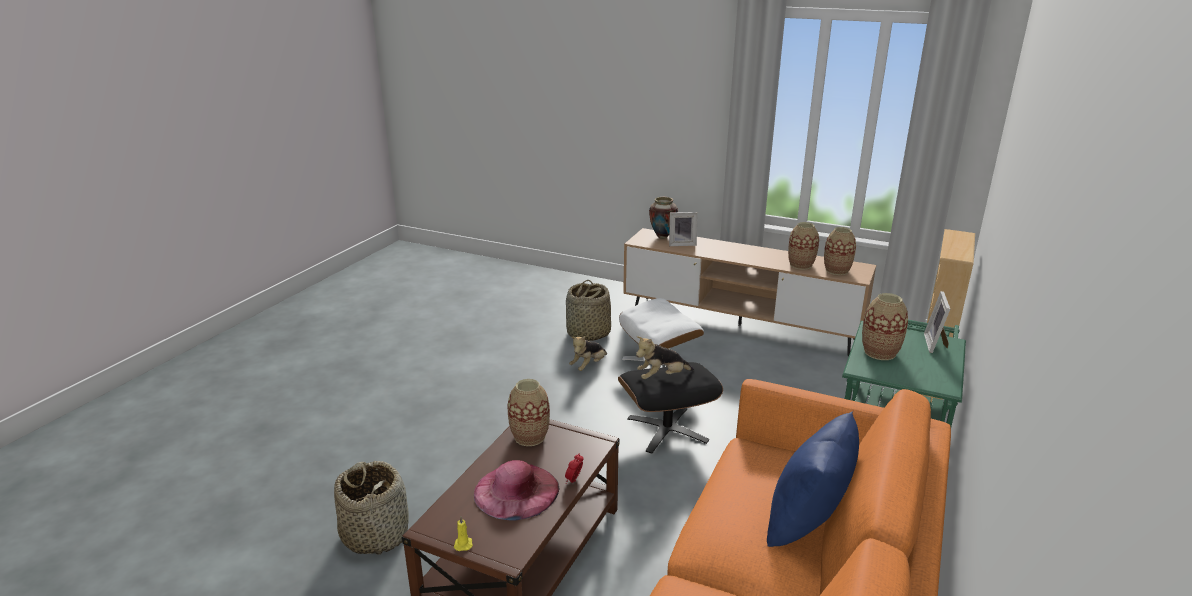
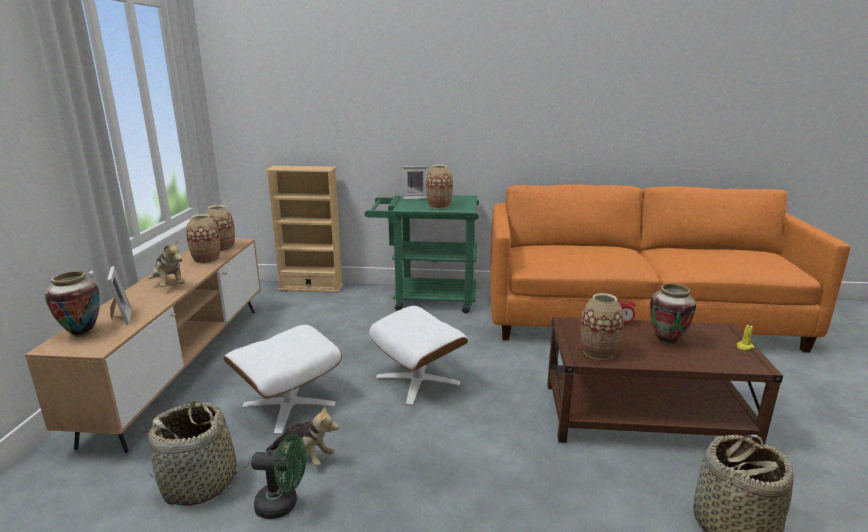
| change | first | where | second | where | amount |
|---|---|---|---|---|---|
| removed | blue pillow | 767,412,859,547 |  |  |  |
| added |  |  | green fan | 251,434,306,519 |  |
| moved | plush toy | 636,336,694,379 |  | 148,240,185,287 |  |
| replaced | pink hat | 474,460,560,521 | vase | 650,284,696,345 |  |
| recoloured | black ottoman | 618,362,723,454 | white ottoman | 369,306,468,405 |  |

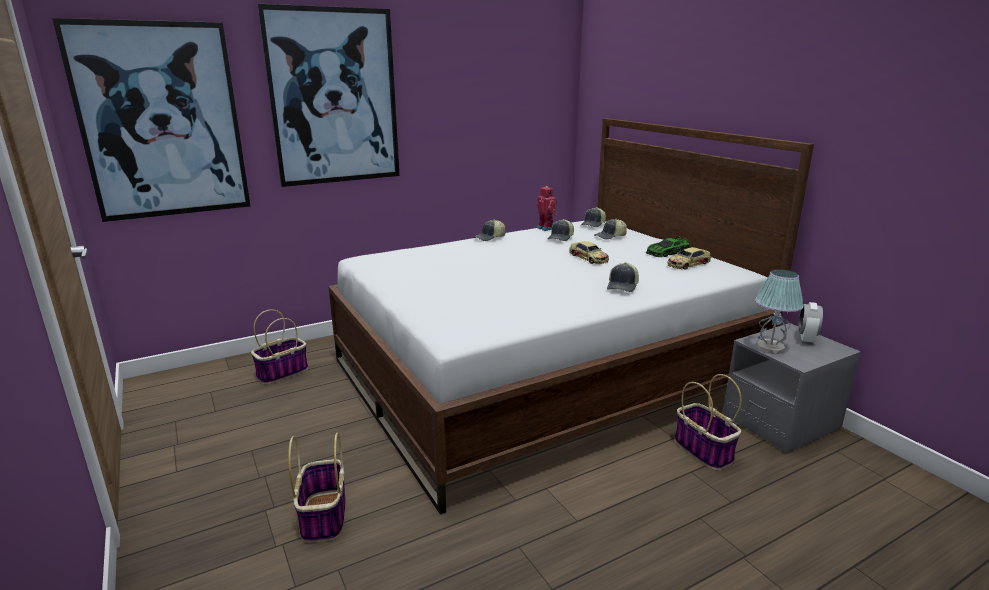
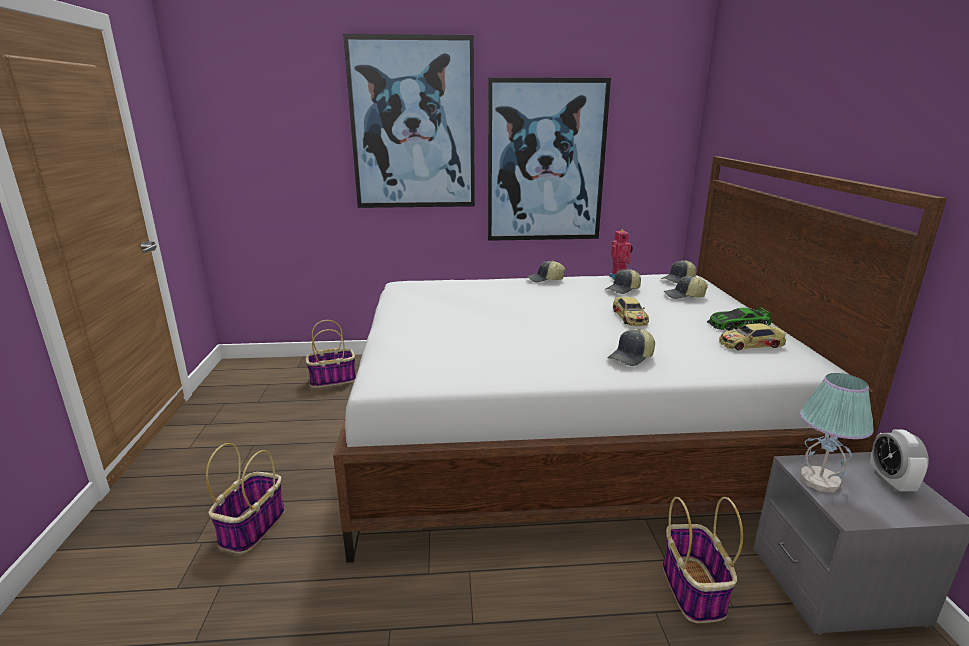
| change | first | where | second | where | amount |
|---|---|---|---|---|---|
| moved | picture | 52,18,250,222 |  | 488,77,611,241 |  |
| turned | alarm clock | 798,302,823,345 |  | 870,429,929,492 | 45 degrees counterclockwise |

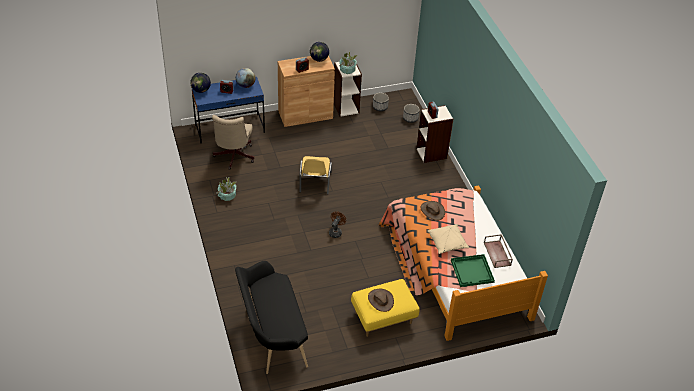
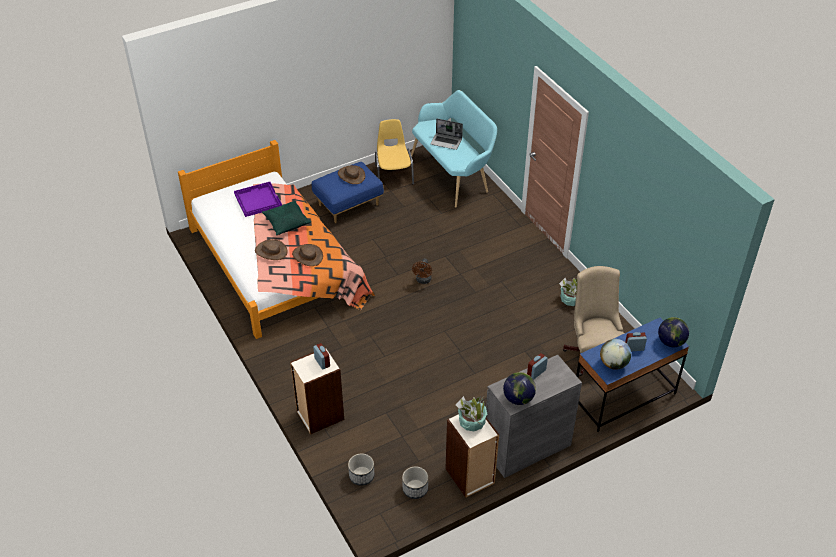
| change | first | where | second | where | amount |
|---|---|---|---|---|---|
| removed | brown tray | 484,234,513,268 |  |  |  |
| added |  |  | brown hat | 255,239,287,260 |  |
| added |  |  | laptop | 430,119,463,150 |  |
| moved | yellow chair | 299,156,332,194 |  | 375,119,414,184 |  |
| recoloured | black bench | 235,261,308,374 | turquoise bench | 411,90,497,207 |  |
| recoloured | brown cabinet | 278,56,335,127 | grey cabinet | 486,355,582,478 |  |
| recoloured | yellow ottoman | 351,279,420,337 | blue ottoman | 312,162,384,223 |  |
| recoloured | beige pillow | 427,224,469,254 | green pillow | 262,200,311,235 |  |
| recoloured | green tray | 451,254,495,287 | purple tray | 234,182,282,217 |  |

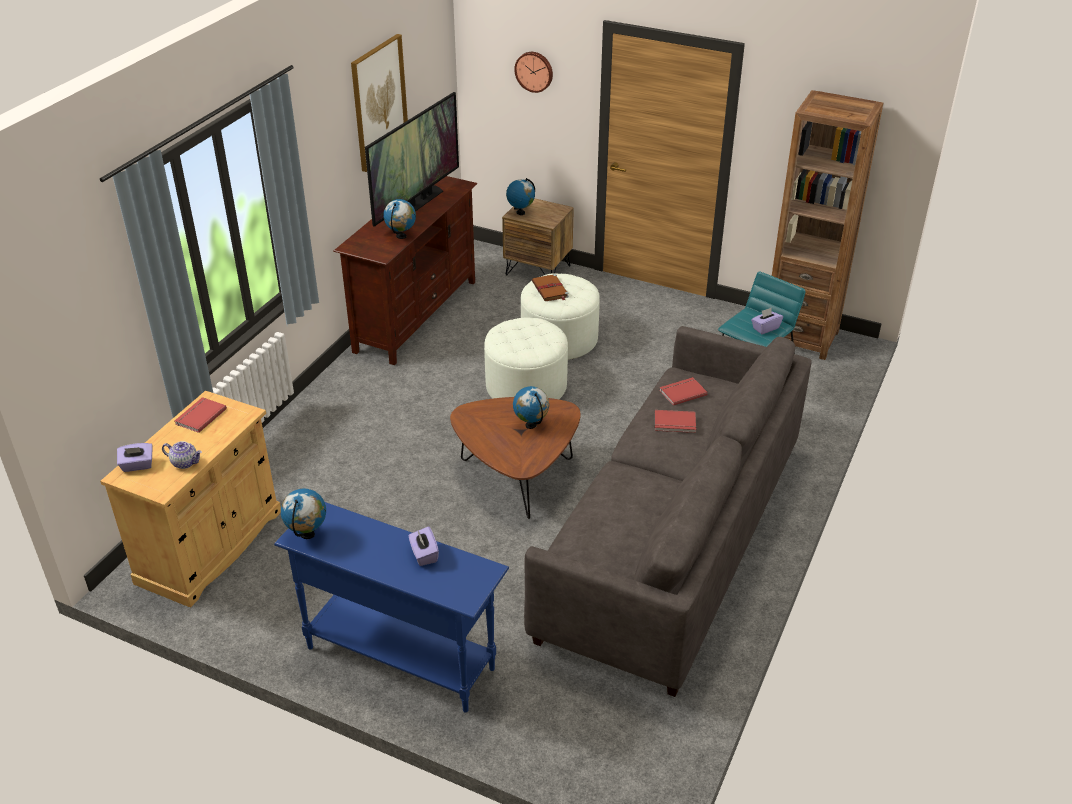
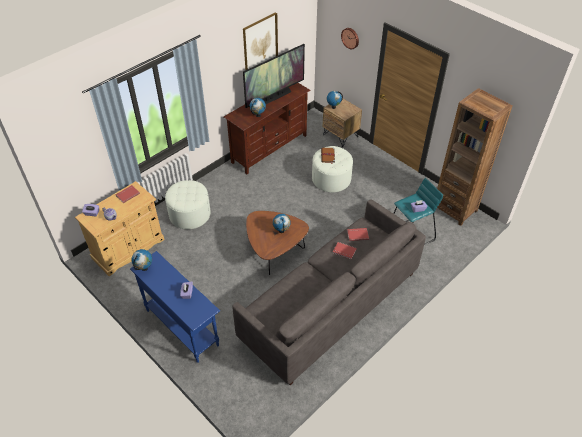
| change | first | where | second | where | amount |
|---|---|---|---|---|---|
| moved | white ottoman | 484,318,568,399 |  | 165,180,211,229 |  |

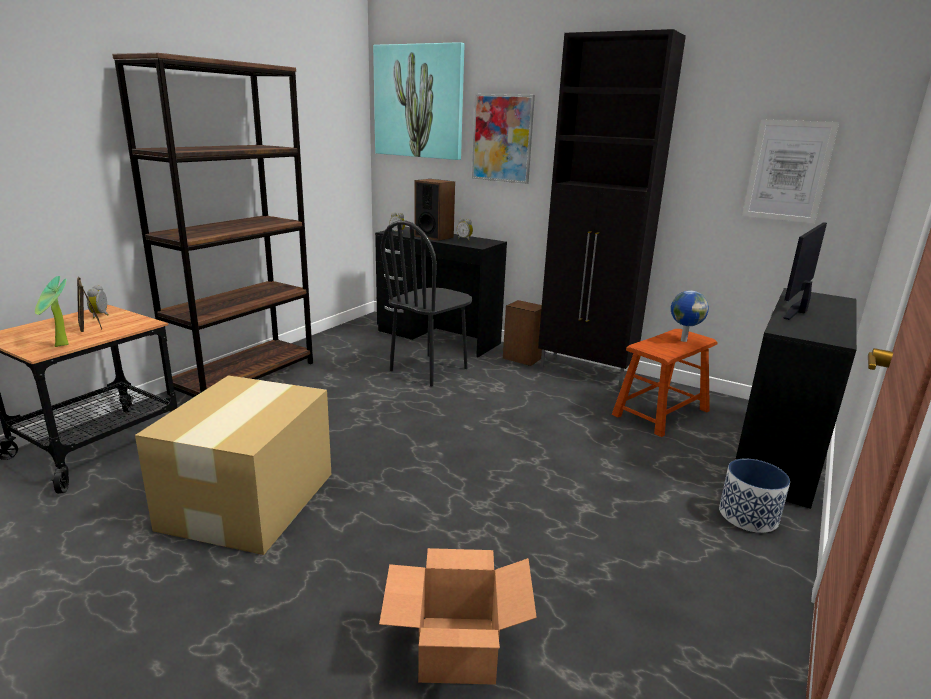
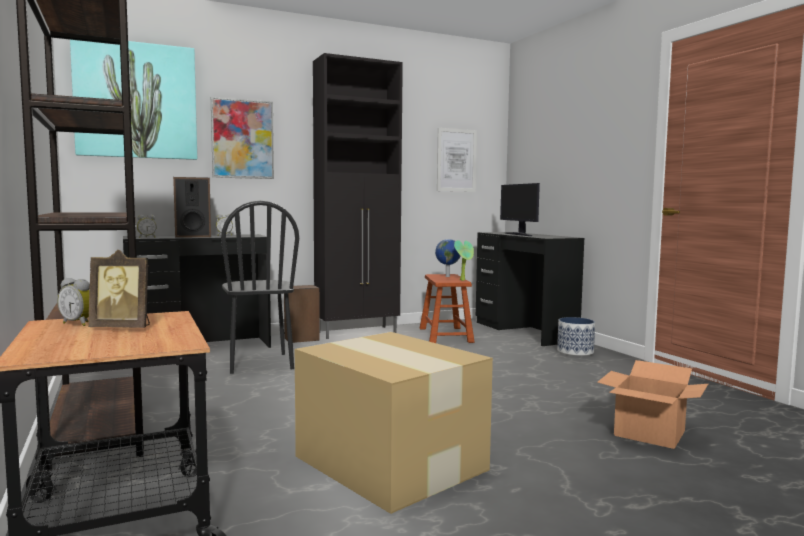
| change | first | where | second | where | amount |
|---|---|---|---|---|---|
| moved | potted plant | 35,276,69,347 |  | 454,240,474,281 |  |

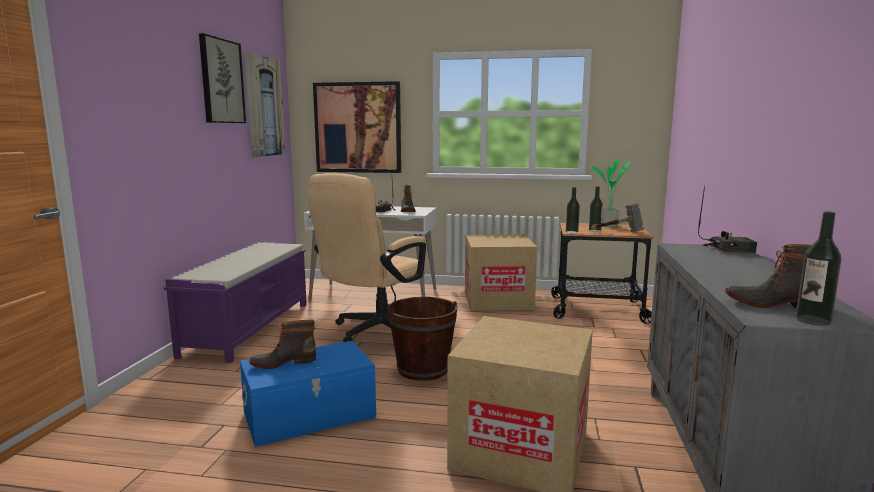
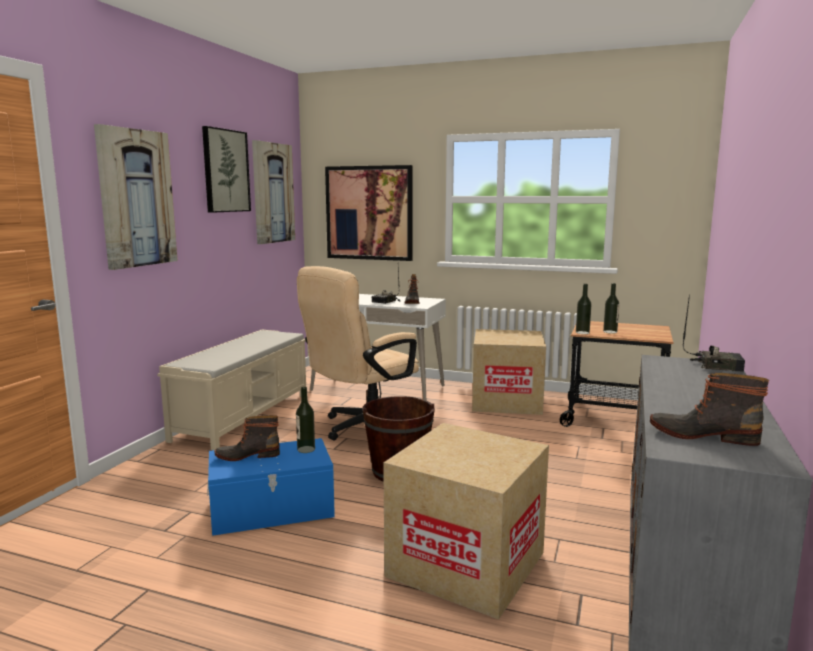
| change | first | where | second | where | amount |
|---|---|---|---|---|---|
| removed | potted plant | 590,160,636,227 |  |  |  |
| removed | hammer | 591,203,644,232 |  |  |  |
| added |  |  | picture | 94,124,178,270 |  |
| moved | bottle | 796,212,842,326 |  | 296,387,315,453 |  |
| recoloured | purple bench | 164,242,307,363 | beige bench | 157,329,306,450 |  |

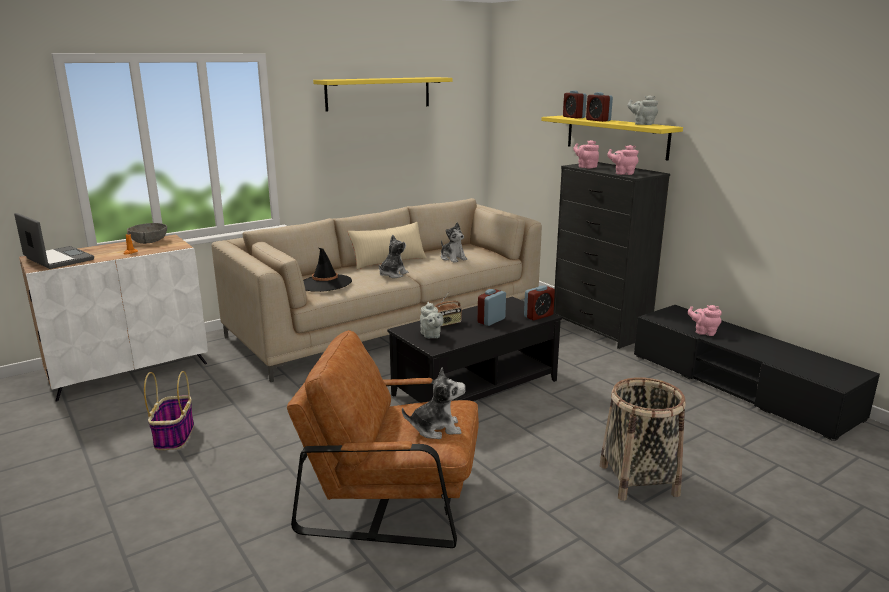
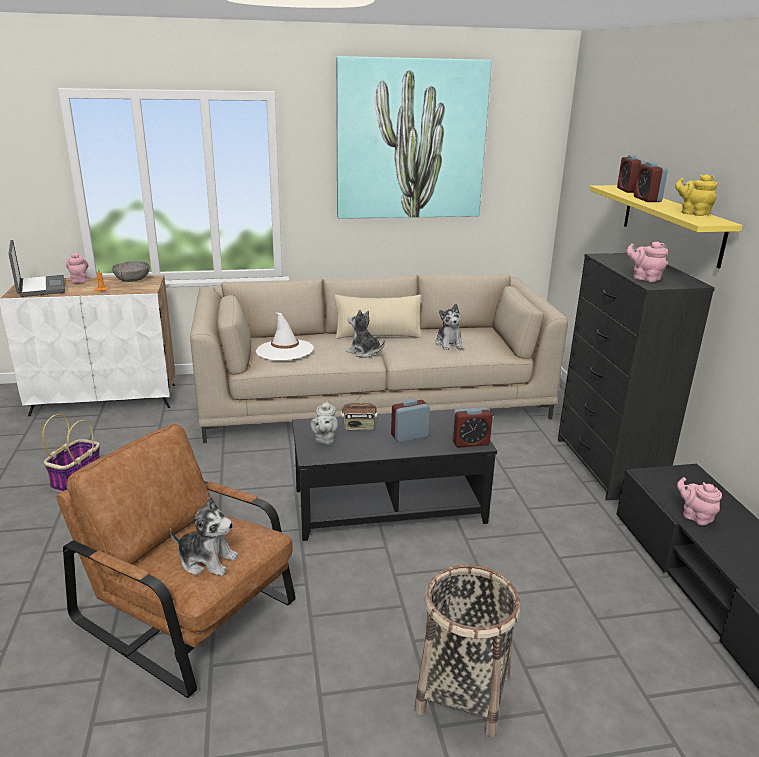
| change | first | where | second | where | amount |
|---|---|---|---|---|---|
| moved | pink teapot | 573,140,599,169 |  | 66,253,88,283 |  |
| replaced | yellow shelf | 313,77,453,111 | picture | 336,56,492,219 |  |
| recoloured | black hat | 303,248,352,292 | white hat | 256,312,314,360 |  |
| recoloured | grey teapot | 627,95,658,125 | yellow teapot | 675,174,718,216 |  |
| turned | plush toy | 379,235,408,278 |  | 346,310,385,358 | 120 degrees counterclockwise |

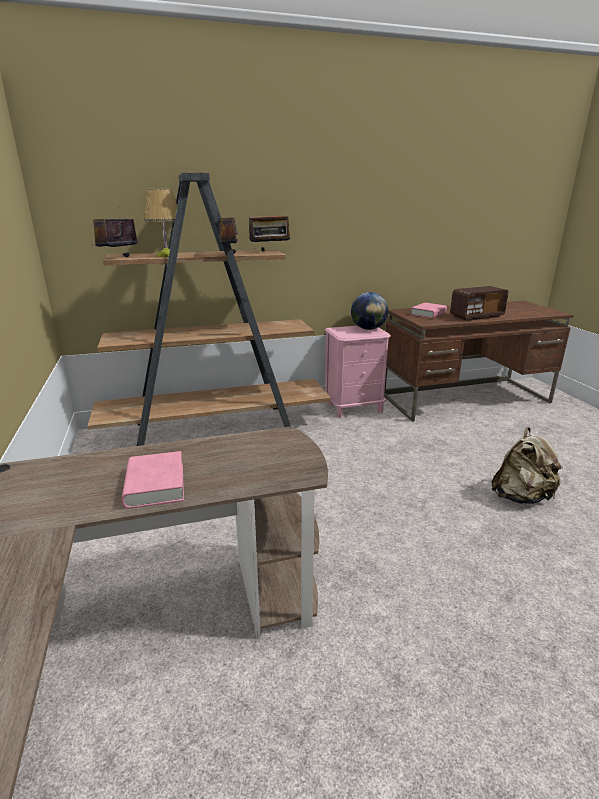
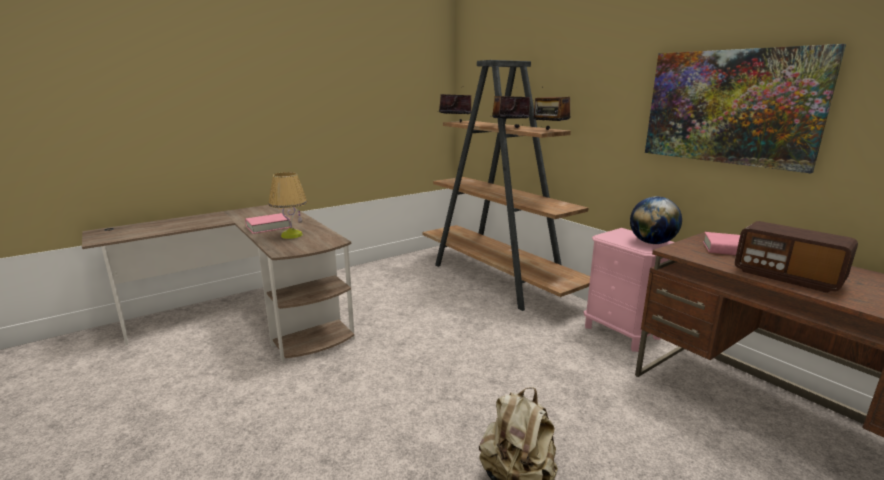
| change | first | where | second | where | amount |
|---|---|---|---|---|---|
| added |  |  | picture | 645,44,846,173 |  |
| moved | table lamp | 144,189,178,257 |  | 268,172,308,239 |  |

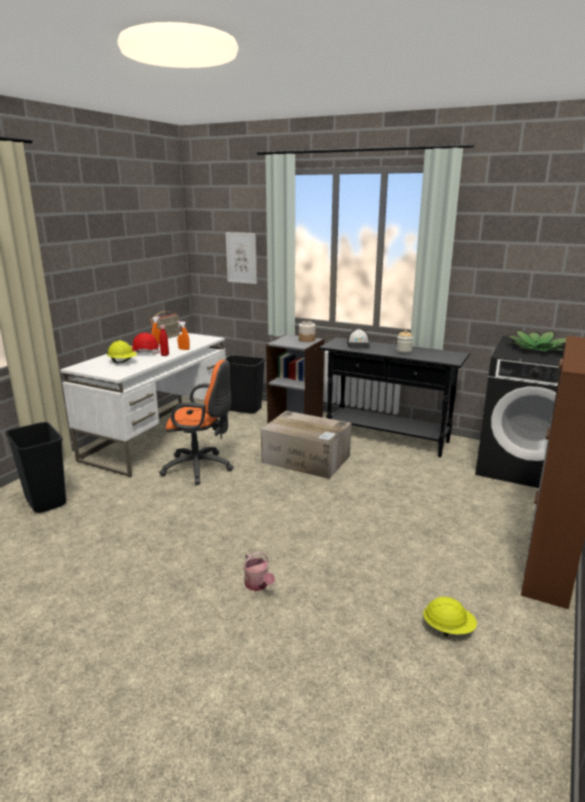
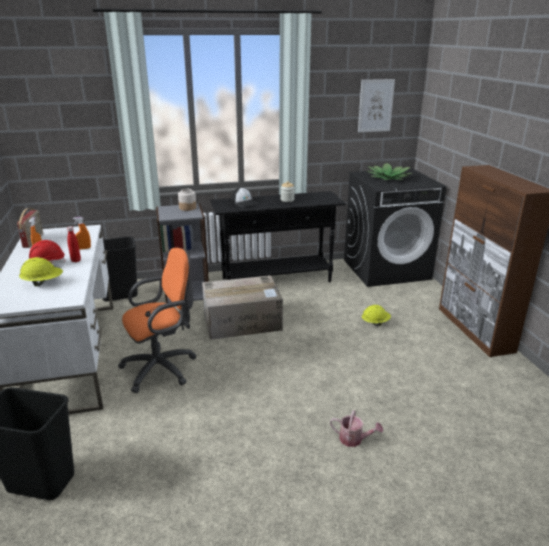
| change | first | where | second | where | amount |
|---|---|---|---|---|---|
| moved | picture | 226,232,257,284 |  | 358,79,395,132 |  |
| moved | yellow hard hat | 423,597,477,637 |  | 362,305,391,326 |  |

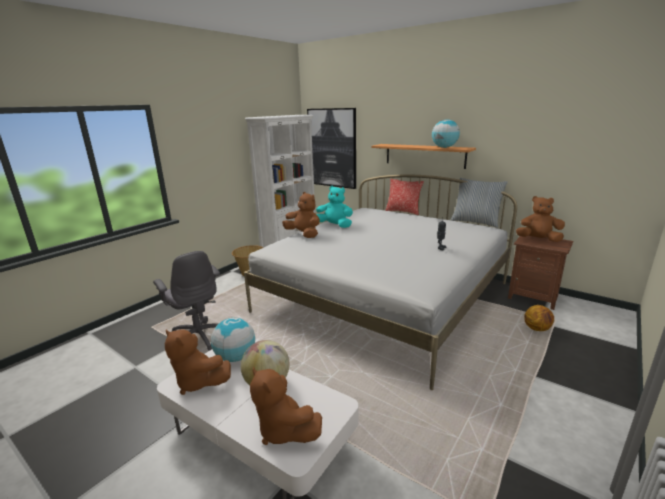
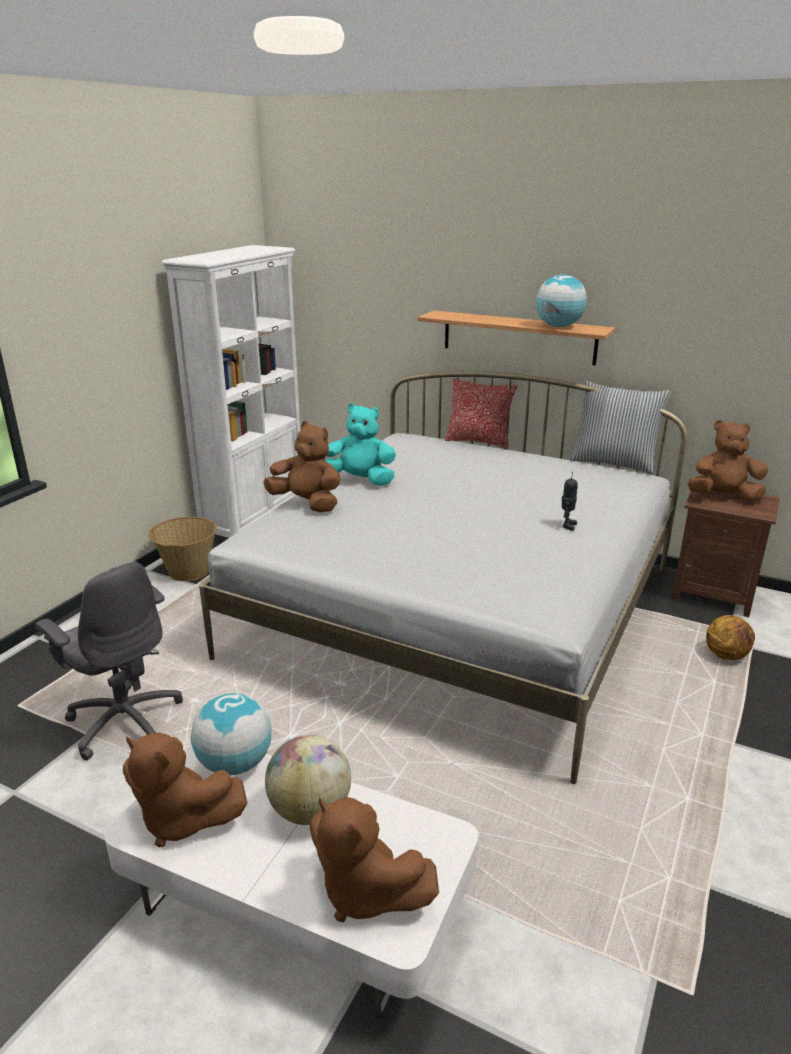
| change | first | where | second | where | amount |
|---|---|---|---|---|---|
| removed | picture | 307,108,356,189 |  |  |  |

